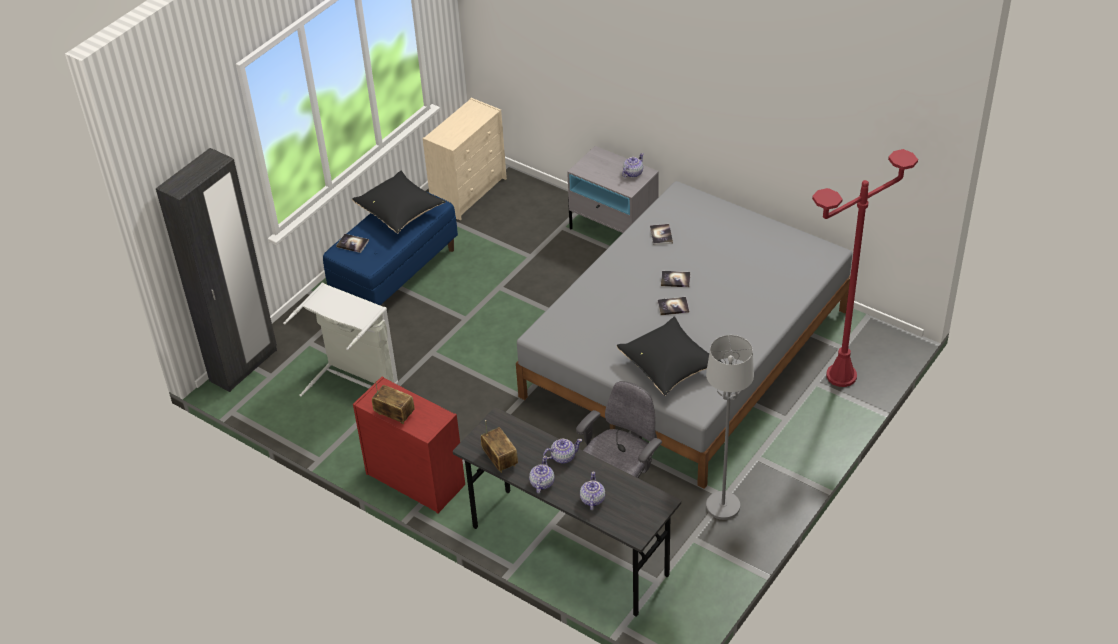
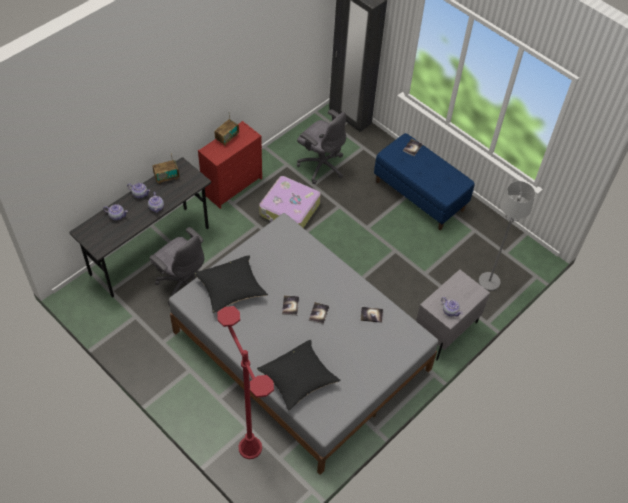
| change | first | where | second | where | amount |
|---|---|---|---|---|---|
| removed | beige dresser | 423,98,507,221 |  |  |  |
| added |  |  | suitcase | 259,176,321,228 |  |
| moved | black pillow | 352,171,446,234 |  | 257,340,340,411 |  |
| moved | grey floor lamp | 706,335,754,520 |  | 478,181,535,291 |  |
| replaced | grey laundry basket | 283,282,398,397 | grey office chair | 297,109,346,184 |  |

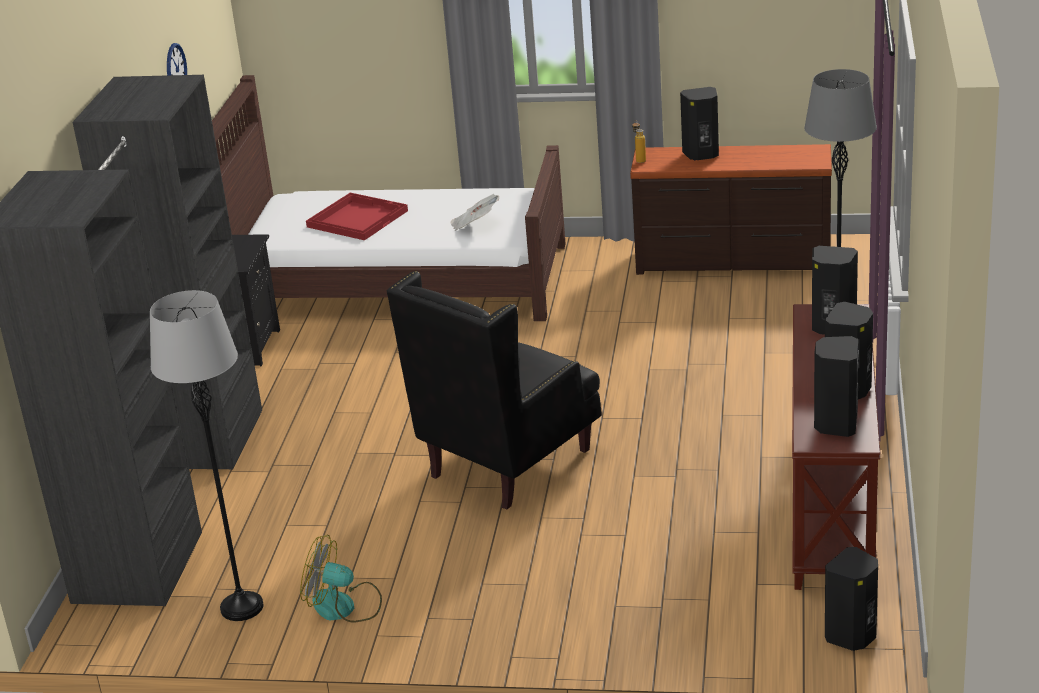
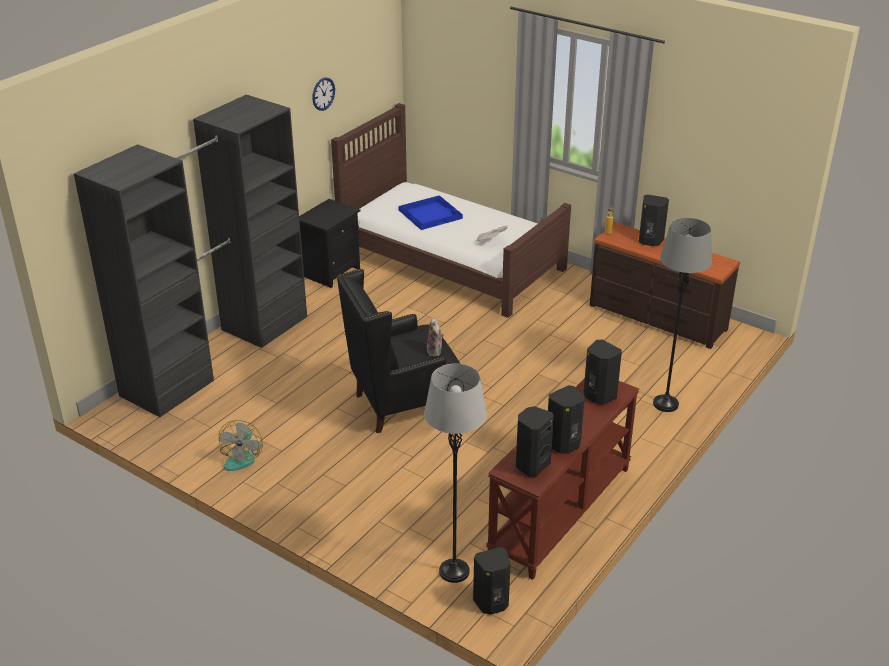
| change | first | where | second | where | amount |
|---|---|---|---|---|---|
| added |  |  | plush toy | 427,318,444,357 |  |
| moved | grey floor lamp | 150,290,264,621 |  | 424,363,487,583 |  |
| recoloured | red tray | 306,193,408,240 | blue tray | 398,195,463,230 |  |
| turned | fan | 300,534,382,623 |  | 219,420,263,471 | 120 degrees counterclockwise |

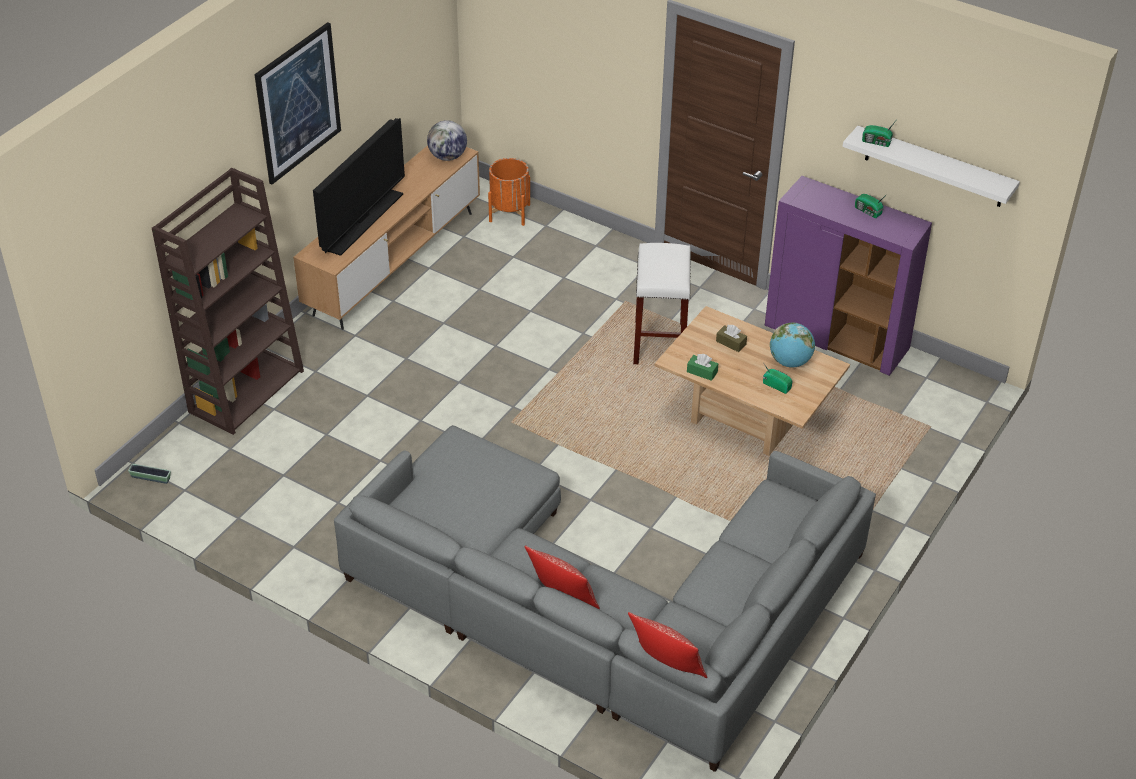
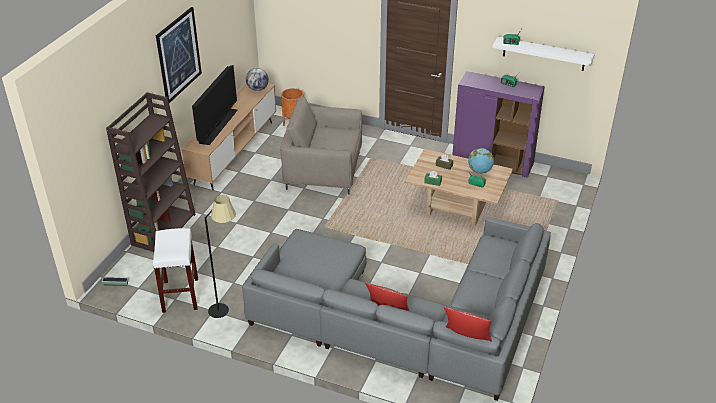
| change | first | where | second | where | amount |
|---|---|---|---|---|---|
| added |  |  | black floor lamp | 204,195,236,318 |  |
| added |  |  | beige armchair | 280,97,362,195 |  |
| moved | white stool | 633,243,691,364 |  | 153,228,198,313 |  |

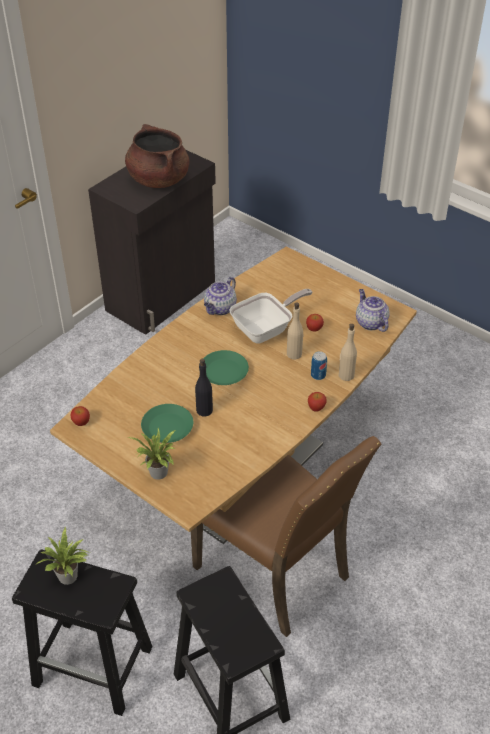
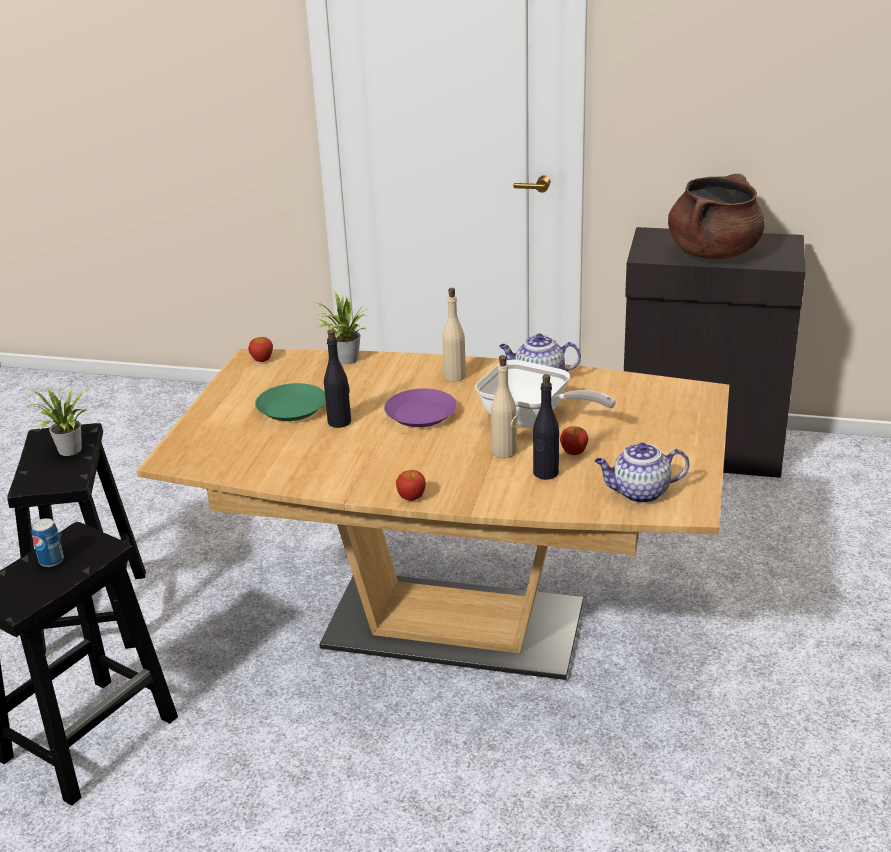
| change | first | where | second | where | amount |
|---|---|---|---|---|---|
| removed | brown chair | 191,436,381,637 |  |  |  |
| added |  |  | black bottle | 533,374,559,480 |  |
| moved | potted plant | 127,428,175,480 |  | 317,291,366,364 |  |
| moved | can | 311,351,327,380 |  | 31,518,64,567 |  |
| moved | beige bottle | 338,324,357,381 |  | 442,288,466,382 |  |
| recoloured | green plate | 199,350,249,385 | purple plate | 384,389,457,427 |  |
| turned | teapot | 356,289,390,332 |  | 595,443,689,503 | 135 degrees counterclockwise |

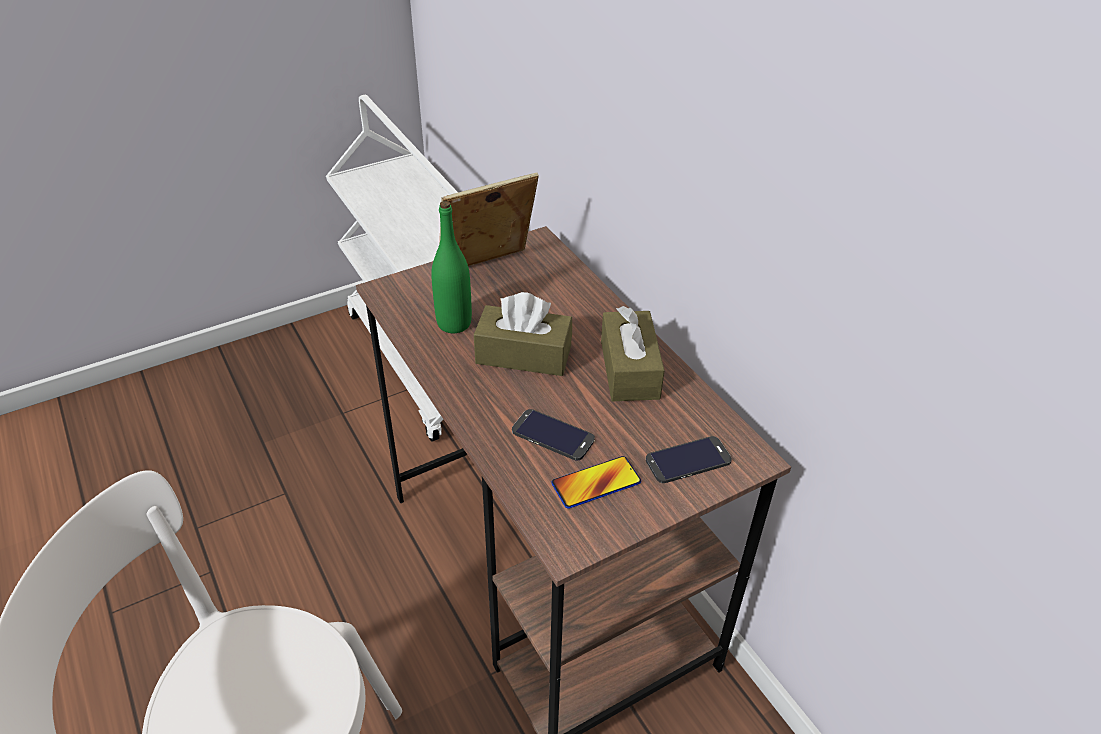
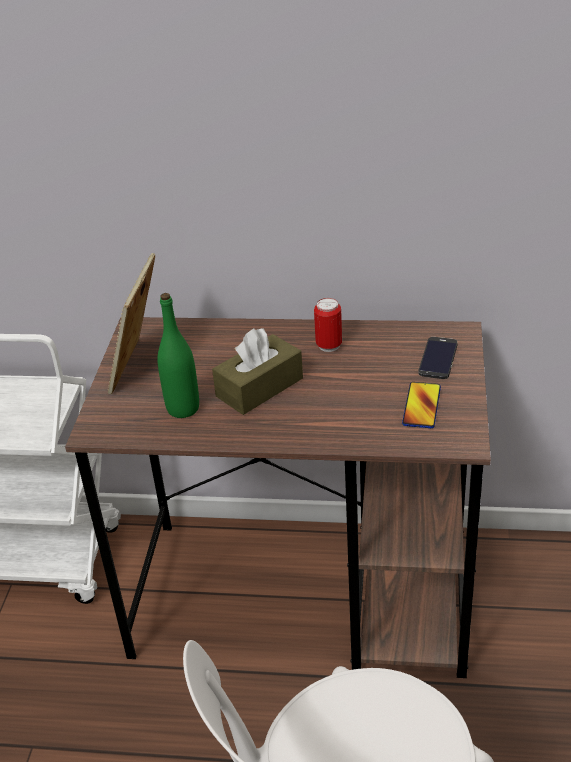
| change | first | where | second | where | amount |
|---|---|---|---|---|---|
| removed | phone | 512,409,595,461 |  |  |  |
| replaced | brown tissue box | 601,306,665,401 | can | 314,298,342,352 |  |

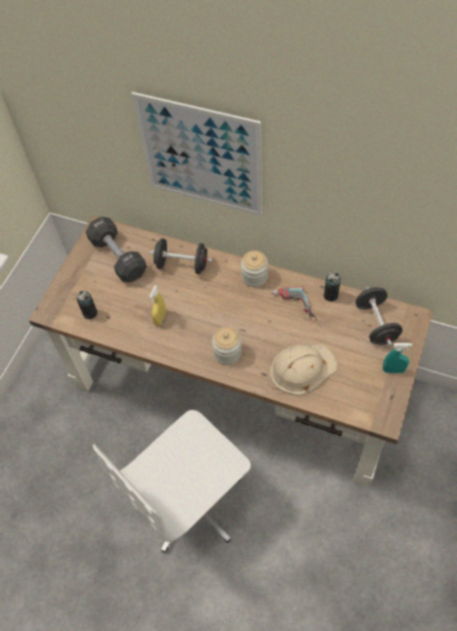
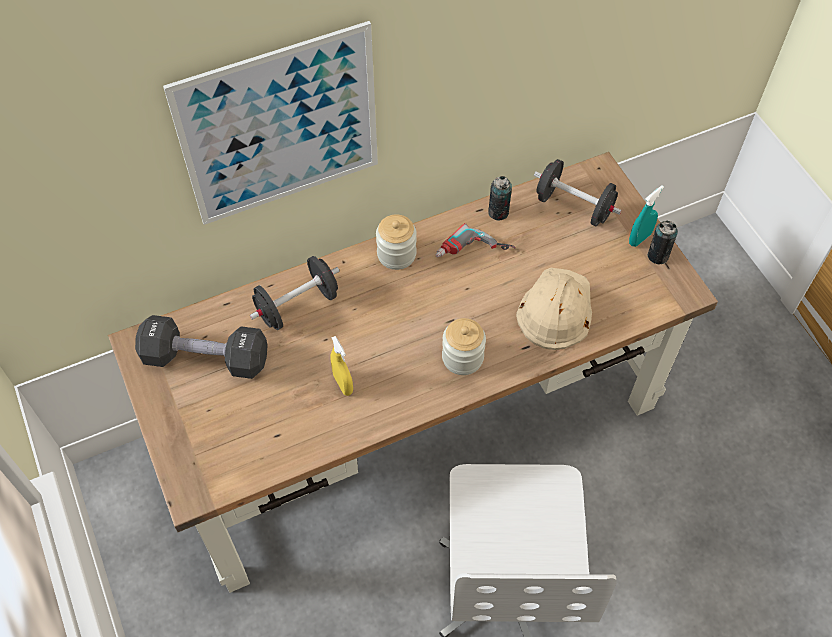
| change | first | where | second | where | amount |
|---|---|---|---|---|---|
| moved | can | 77,291,98,320 |  | 648,220,678,264 |  |

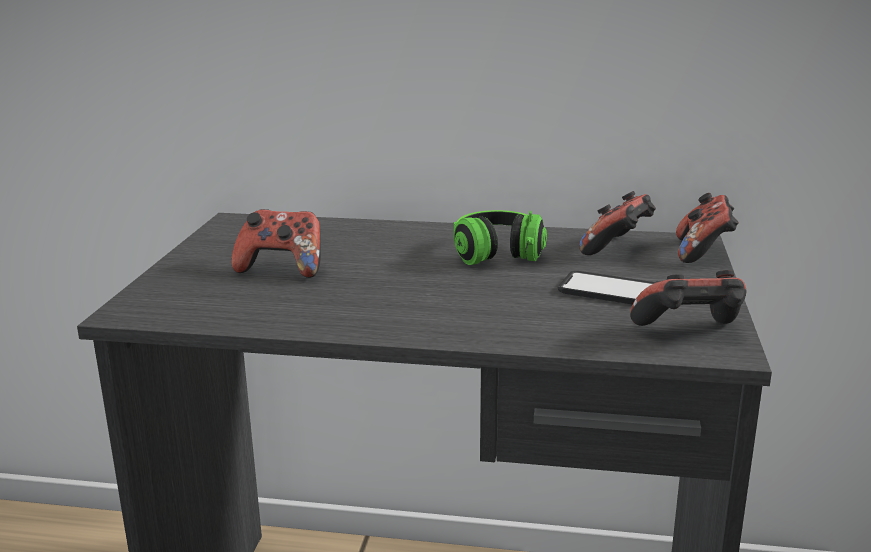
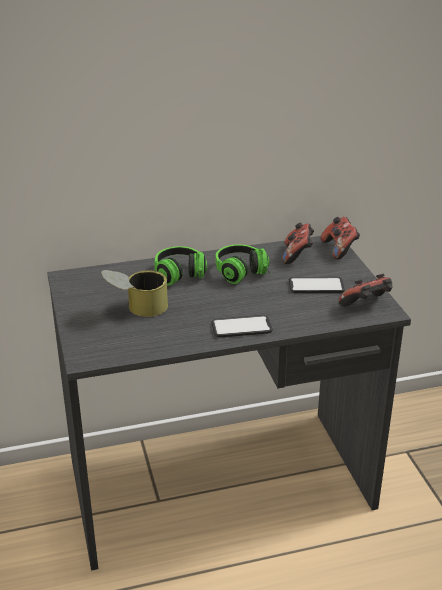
| change | first | where | second | where | amount |
|---|---|---|---|---|---|
| added |  |  | headphones | 154,246,207,286 |  |
| added |  |  | phone | 211,315,273,338 |  |
| replaced | game controller | 231,209,321,278 | can | 101,270,168,317 |  |

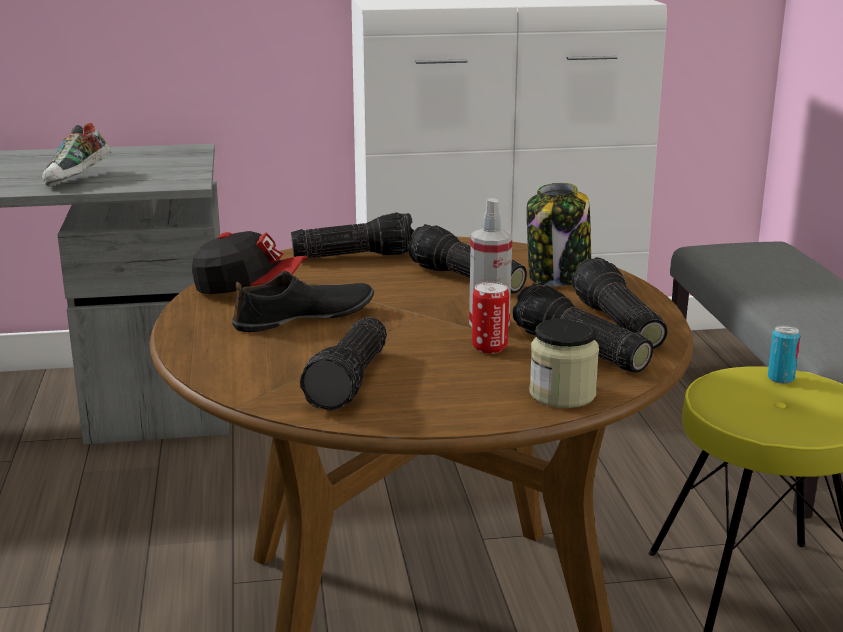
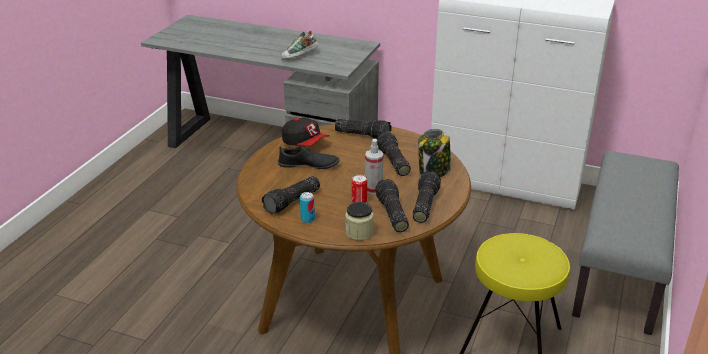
| change | first | where | second | where | amount |
|---|---|---|---|---|---|
| moved | can | 768,325,800,384 |  | 300,192,315,223 |  |

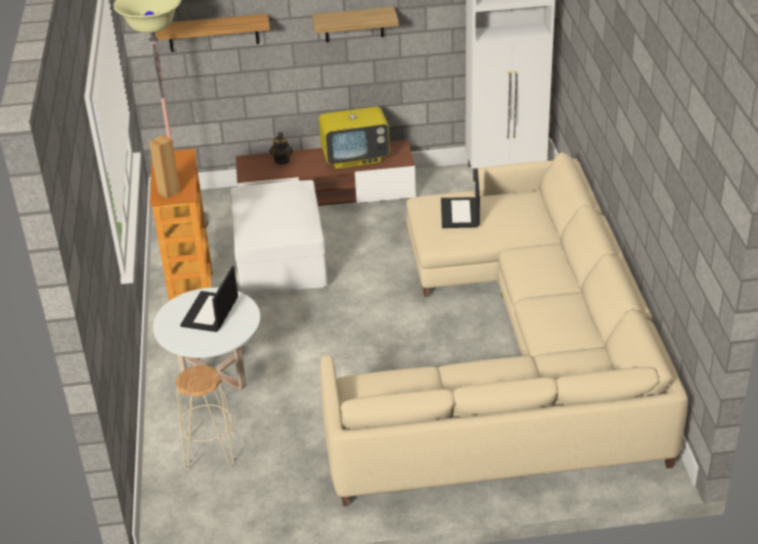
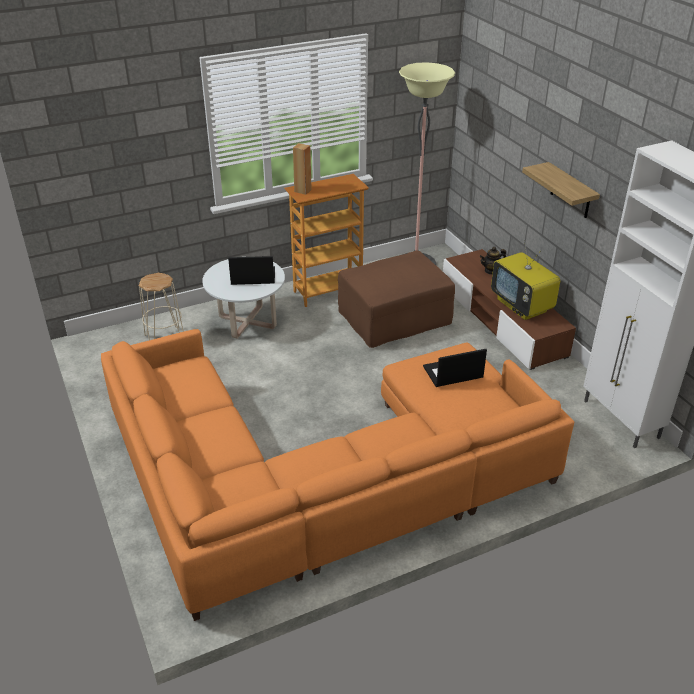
| change | first | where | second | where | amount |
|---|---|---|---|---|---|
| removed | shelf | 155,14,270,52 |  |  |  |
| recoloured | white ottoman | 230,180,328,296 | brown ottoman | 338,251,455,348 |  |
| recoloured | beige sofa | 320,152,688,507 | orange sofa | 101,329,574,621 |  |

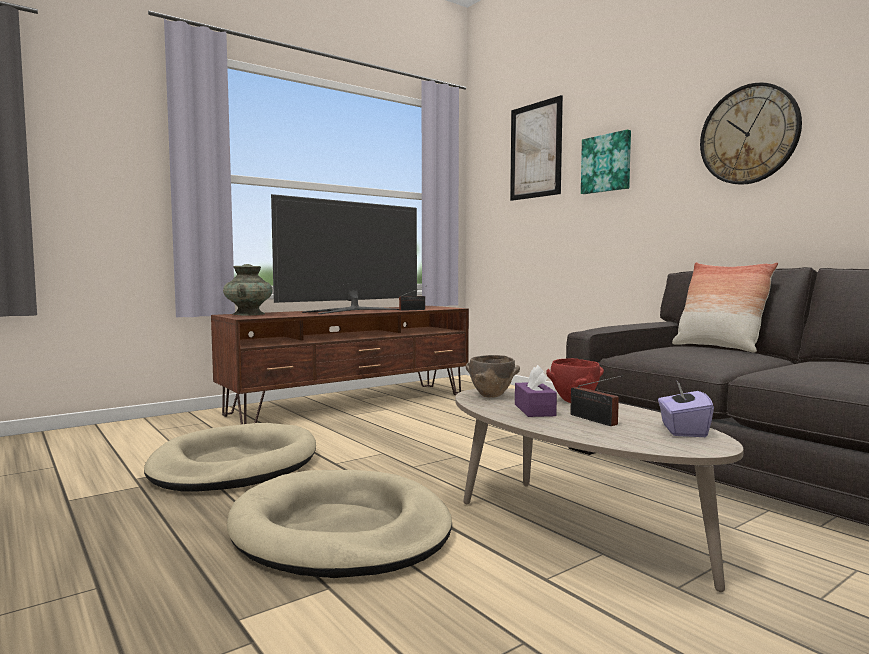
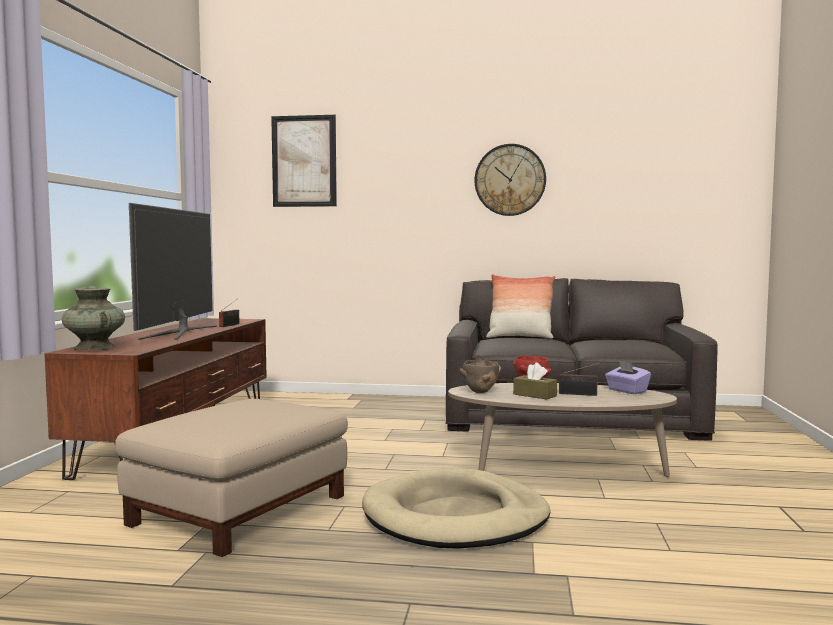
| change | first | where | second | where | amount |
|---|---|---|---|---|---|
| removed | picture | 581,129,631,194 |  |  |  |
| replaced | beige dog bed | 144,423,316,492 | beige ottoman | 115,399,348,557 |  |
| recoloured | purple tissue box | 515,365,557,417 | brown tissue box | 513,363,557,400 |  |

